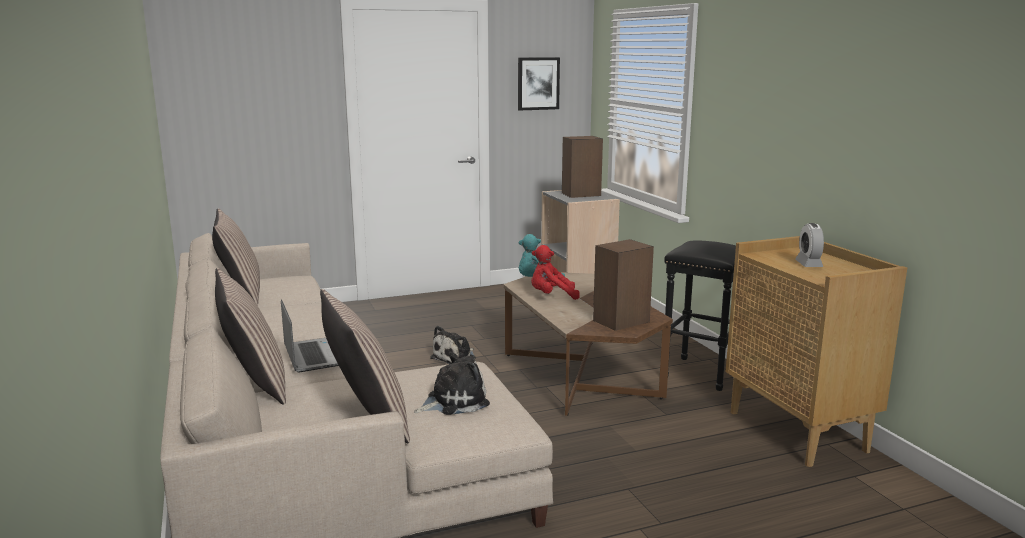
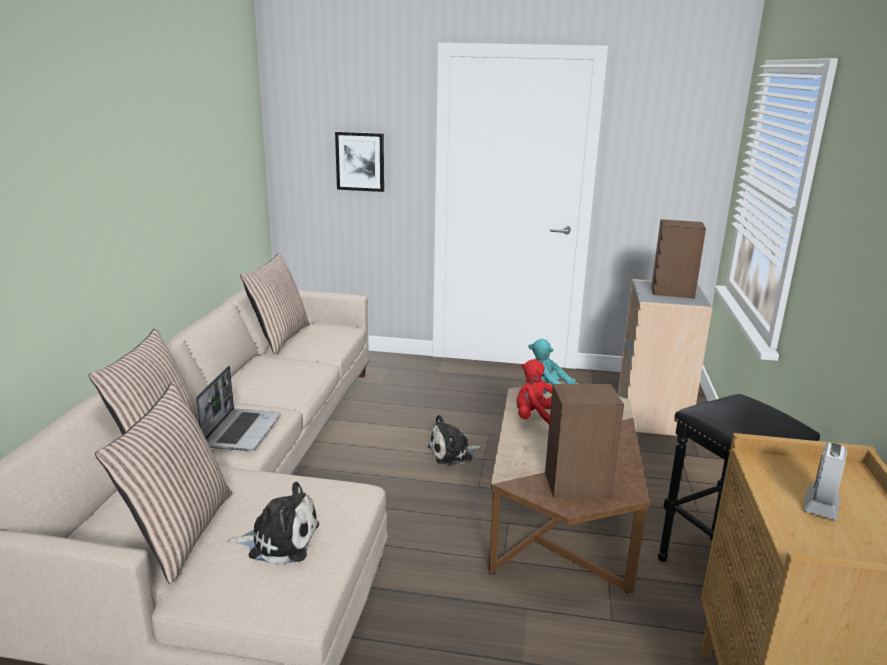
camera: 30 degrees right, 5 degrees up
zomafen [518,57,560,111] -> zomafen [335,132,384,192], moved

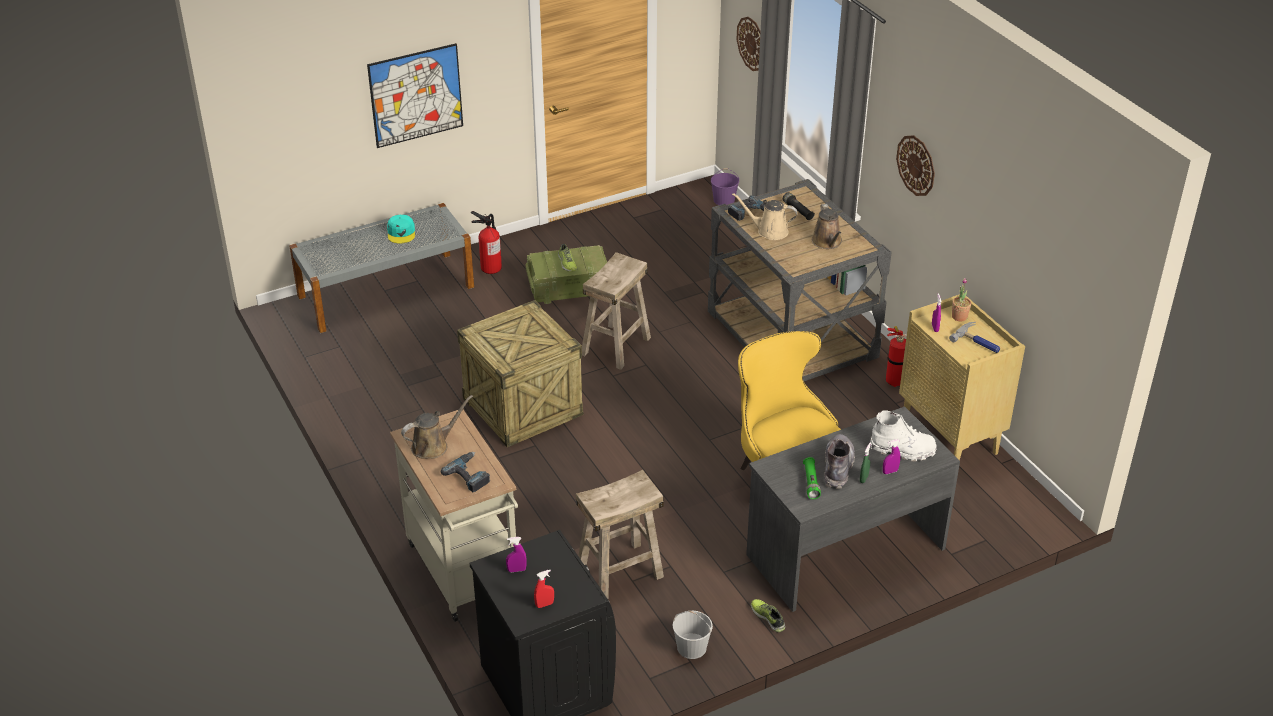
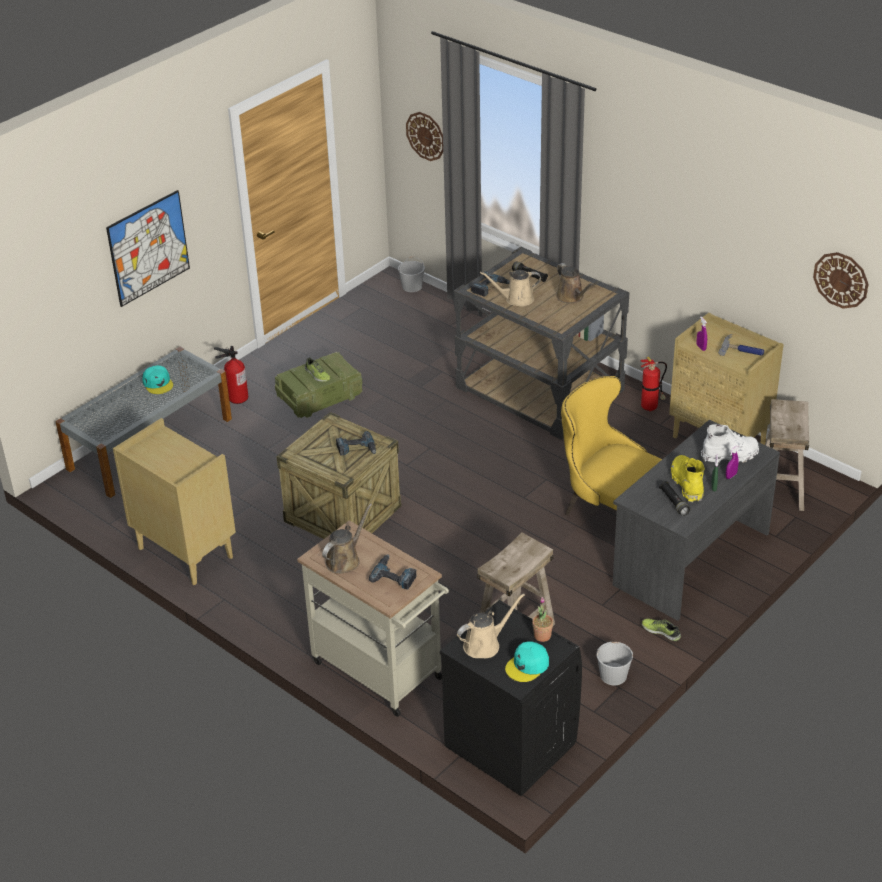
camera: 20 degrees left, 0 degrees up
none -> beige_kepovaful [113,418,236,585]
none -> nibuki [336,431,376,455]
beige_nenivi [582,252,651,370] -> beige_nenivi [765,399,809,511], moved
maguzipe [896,135,935,196] -> maguzipe [813,252,868,309], moved
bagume [952,278,971,322] -> bagume [532,597,553,642], moved
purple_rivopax [506,537,527,572] -> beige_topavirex [457,593,525,658]
red_rivopax [534,570,554,608] -> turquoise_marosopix [505,641,549,682]
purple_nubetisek [711,168,739,205] -> white_nubetisek [398,256,425,292]
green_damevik [803,457,821,499] -> black_damevik [659,481,690,516]
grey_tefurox [824,434,855,489] -> yellow_tefurox [671,455,705,502]

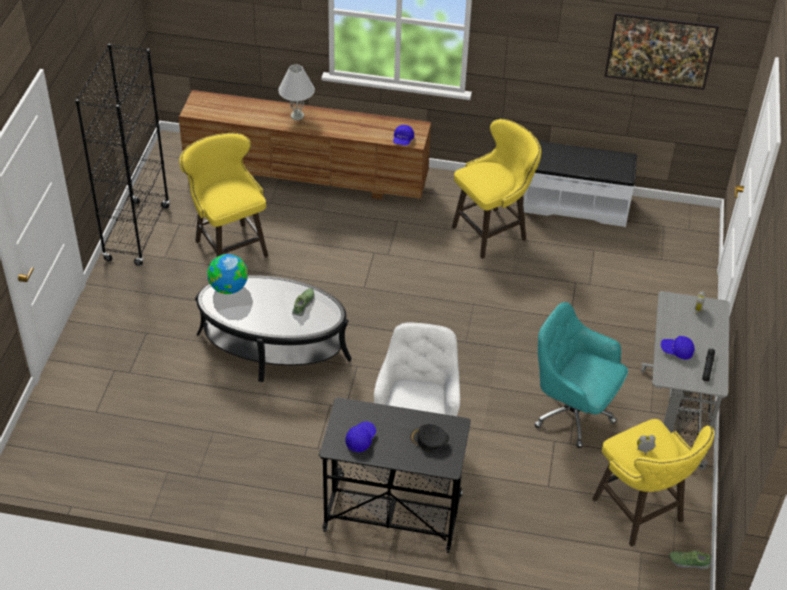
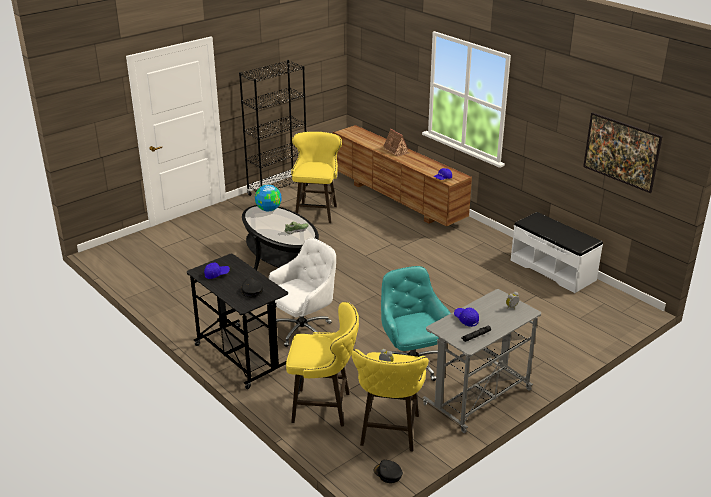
camera: 40 degrees right, 15 degrees down
yellow_nenivi [452,119,541,259] -> yellow_nenivi [286,302,359,427], moved
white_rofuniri [278,64,315,120] -> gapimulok [383,129,409,157]
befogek [669,550,713,569] -> black_marosopix [374,460,403,483]

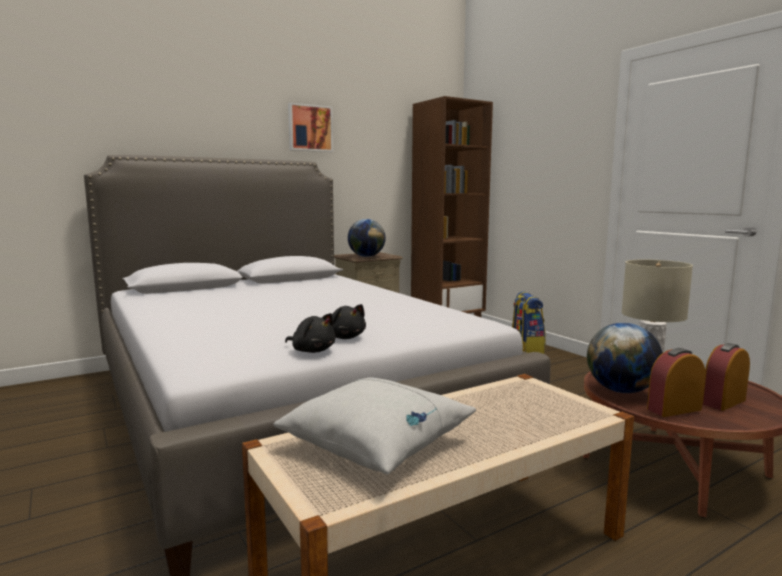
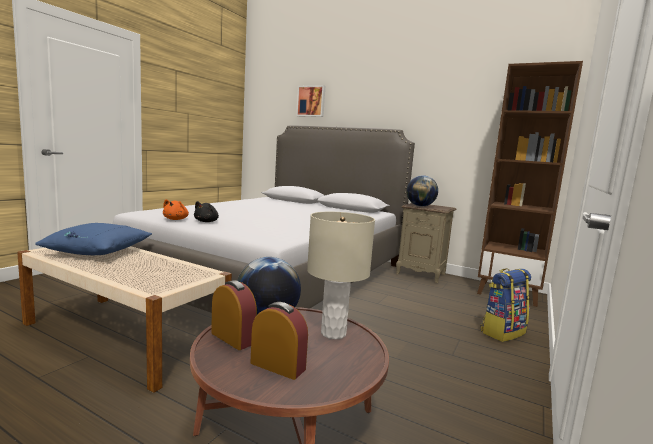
camera: 60 degrees right, 0 degrees up
zomafen [288,102,333,152] -> zomafen [296,85,325,117], moved
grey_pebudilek [273,377,476,474] -> blue_pebudilek [35,223,152,255]
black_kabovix [285,313,336,353] -> orange_kabovix [163,199,189,220]

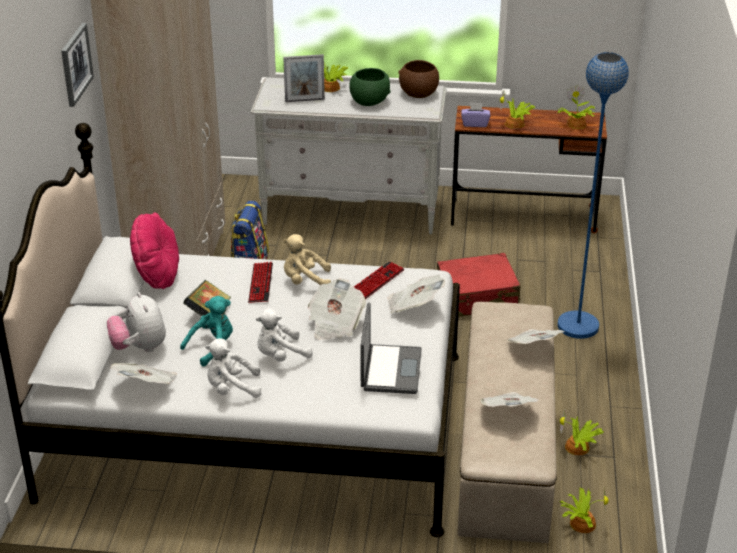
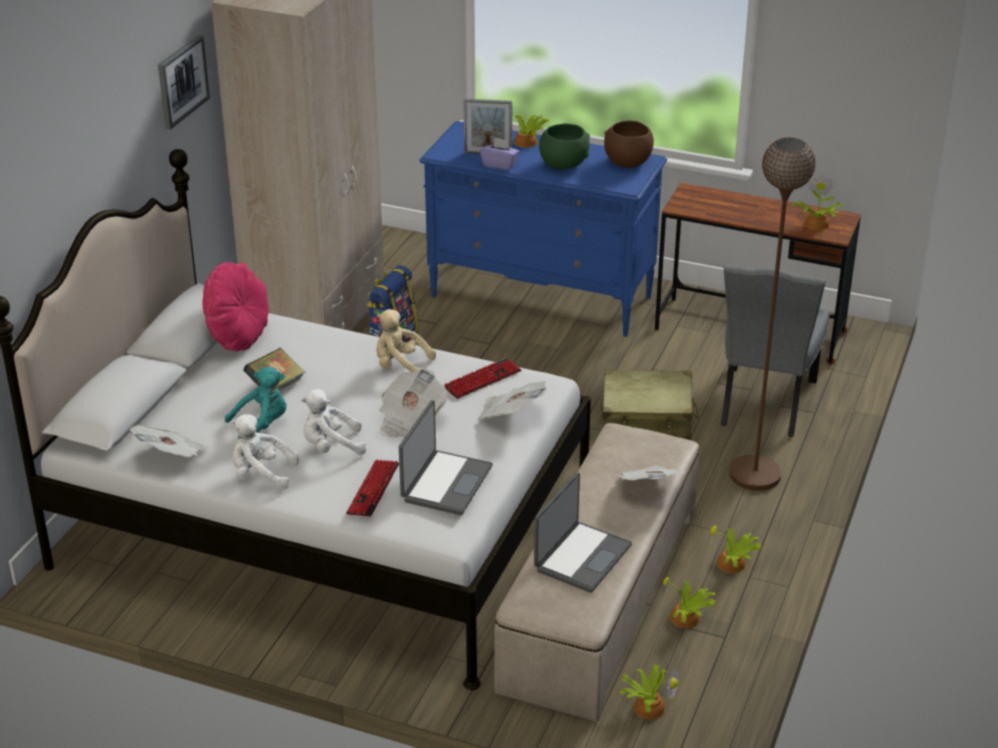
camera: 15 degrees right, 0 degrees up
kabovix [107,292,166,352] -> none
none -> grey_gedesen [721,265,829,437]
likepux [248,262,273,303] -> likepux [346,459,399,517], moved
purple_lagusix [461,102,490,127] -> purple_lagusix [480,137,519,170], moved
bagume [500,90,535,129] -> bagume [710,518,762,573], moved
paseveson [481,392,538,407] -> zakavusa [534,472,632,593]
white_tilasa [251,77,447,235] -> blue_tilasa [420,121,667,337]
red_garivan [437,253,520,317] -> beige_garivan [601,370,699,440]
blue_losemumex [557,52,629,339] -> brown_losemumex [729,137,815,491]

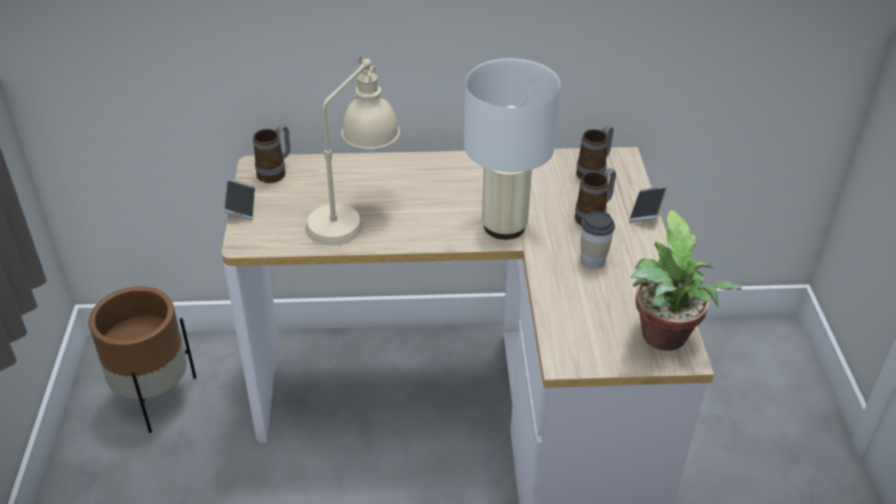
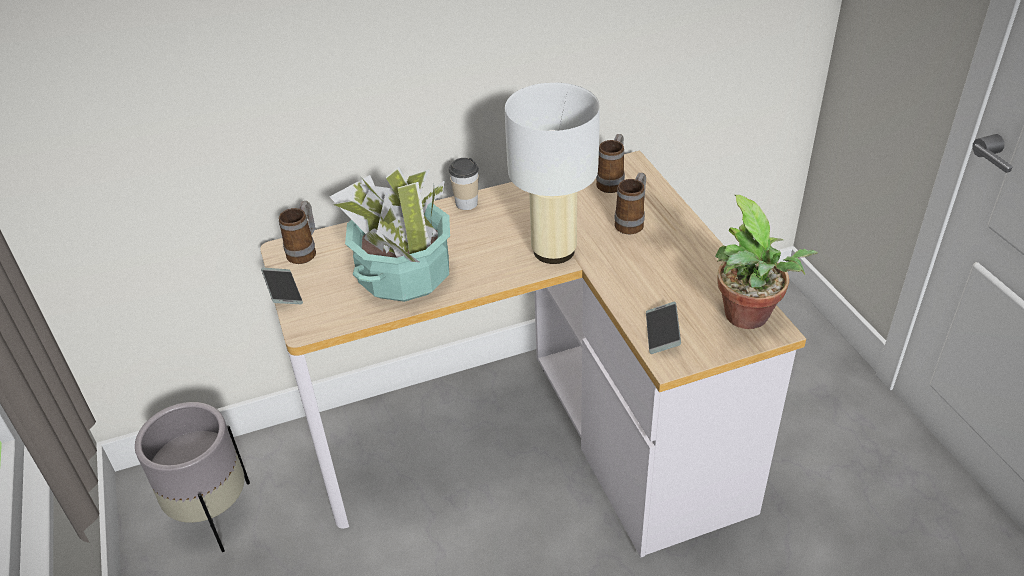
camera: 15 degrees left, 0 degrees up
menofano [581,211,615,269] -> menofano [449,158,479,210], moved
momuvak [629,186,667,223] -> momuvak [646,302,681,354], moved
beige_rofuniri [305,56,400,245] -> bagume [330,167,450,302]
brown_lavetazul [88,286,197,433] -> grey_lavetazul [135,402,250,552]

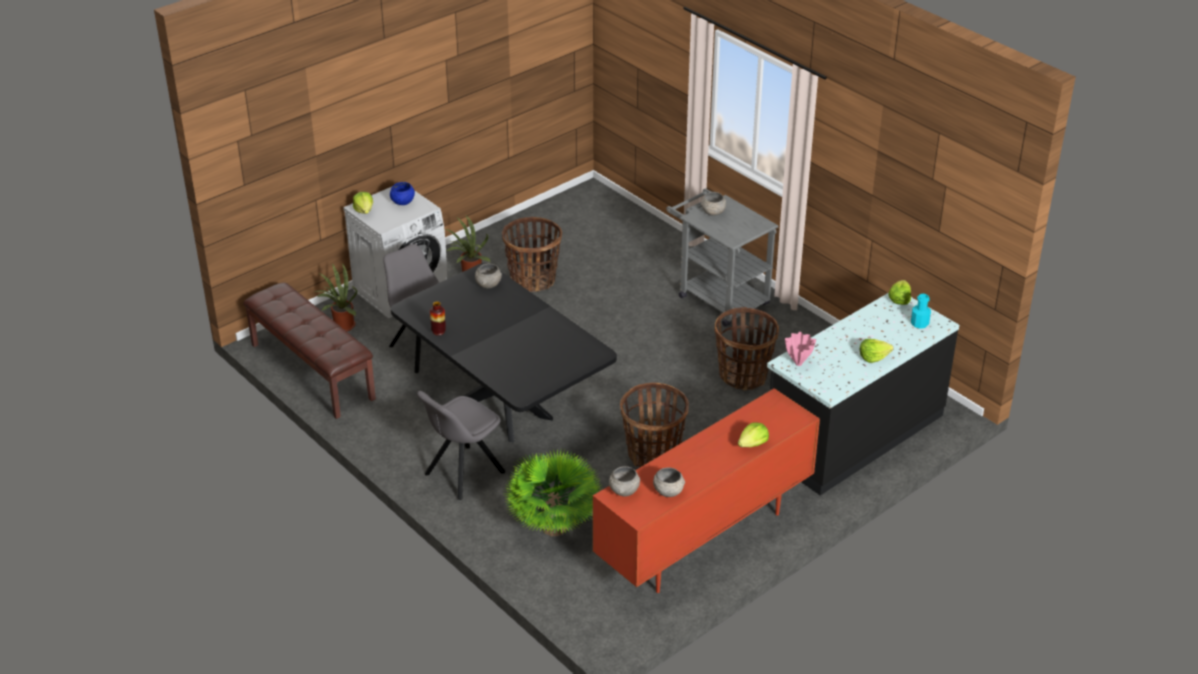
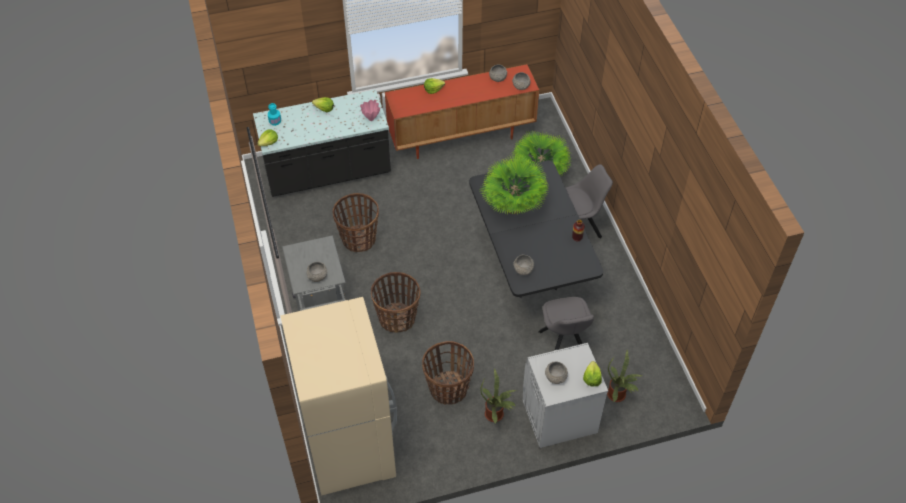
camera: 155 degrees left, 15 degrees up
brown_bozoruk [243,283,376,419] -> none
none -> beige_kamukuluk [280,297,397,496]
none -> bagume [481,155,549,214]
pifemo [620,383,689,467] -> pifemo [371,272,421,333], moved
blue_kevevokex [390,182,415,205] -> grey_kevevokex [545,362,568,384]

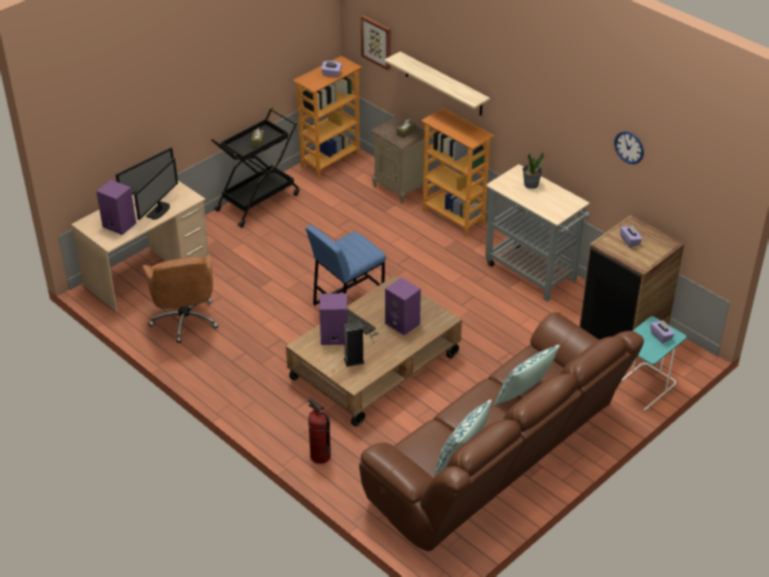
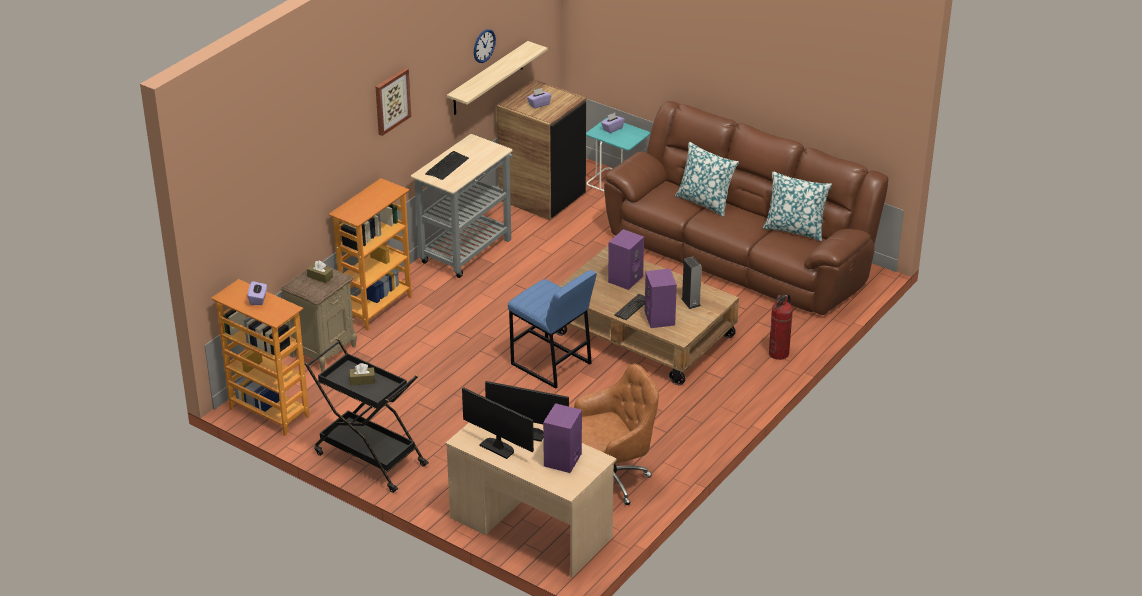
camera: 100 degrees left, 5 degrees down
zomafen [361,15,391,70] -> zomafen [375,68,411,136], moved
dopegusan [384,52,490,116] -> dopegusan [447,41,548,115], moved
bagume [523,151,544,189] -> likepux [425,151,469,180]

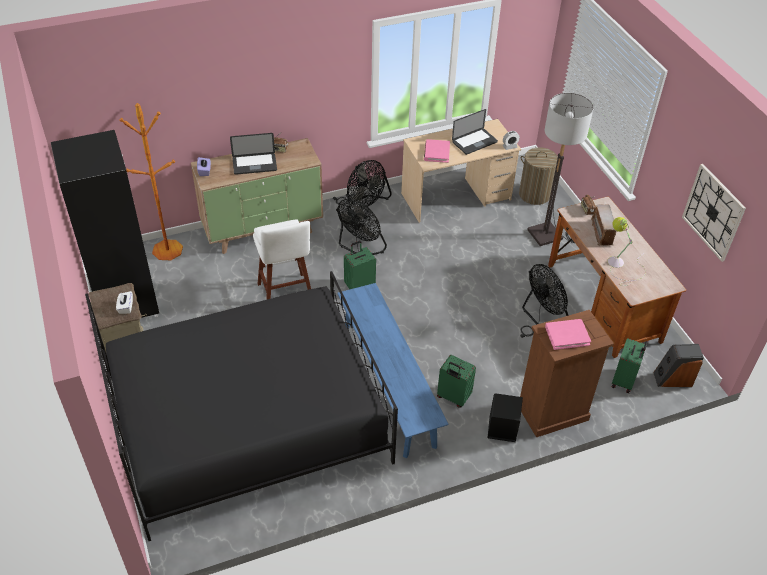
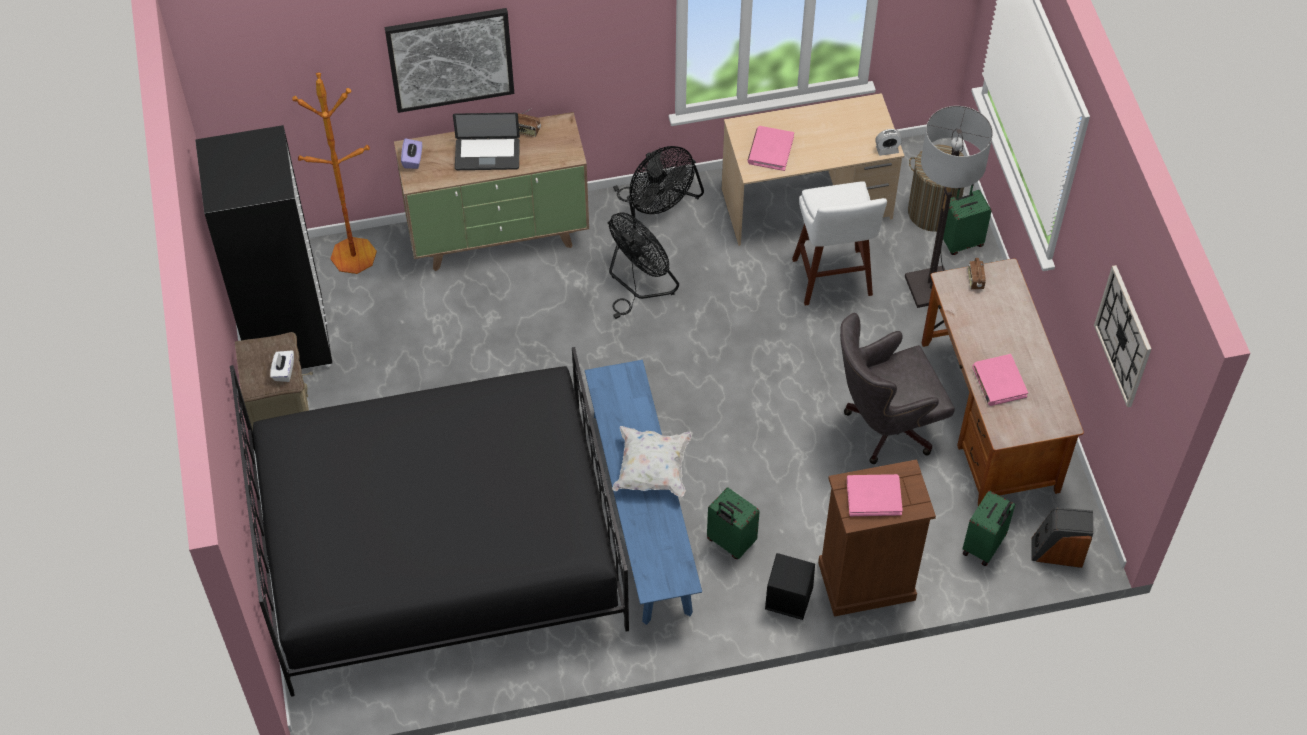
camera: 10 degrees right, 10 degrees up
zakavusa [452,109,498,155] -> none
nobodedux [591,204,616,246] -> none
none -> zomafen [385,8,514,113]
none -> white_pebudilek [612,426,692,497]
white_nenivi [253,219,311,299] -> white_nenivi [792,181,887,305], moved
green_garivan [344,241,376,289] -> green_garivan [943,184,992,255], moved
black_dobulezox [520,264,569,338] -> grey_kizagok [840,313,955,464]
rofuniri [607,217,646,286] -> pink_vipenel [972,354,1028,406]

